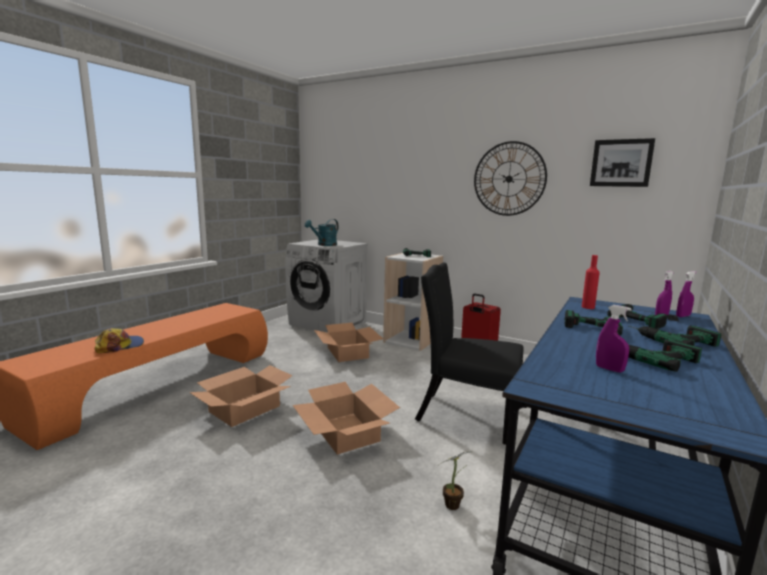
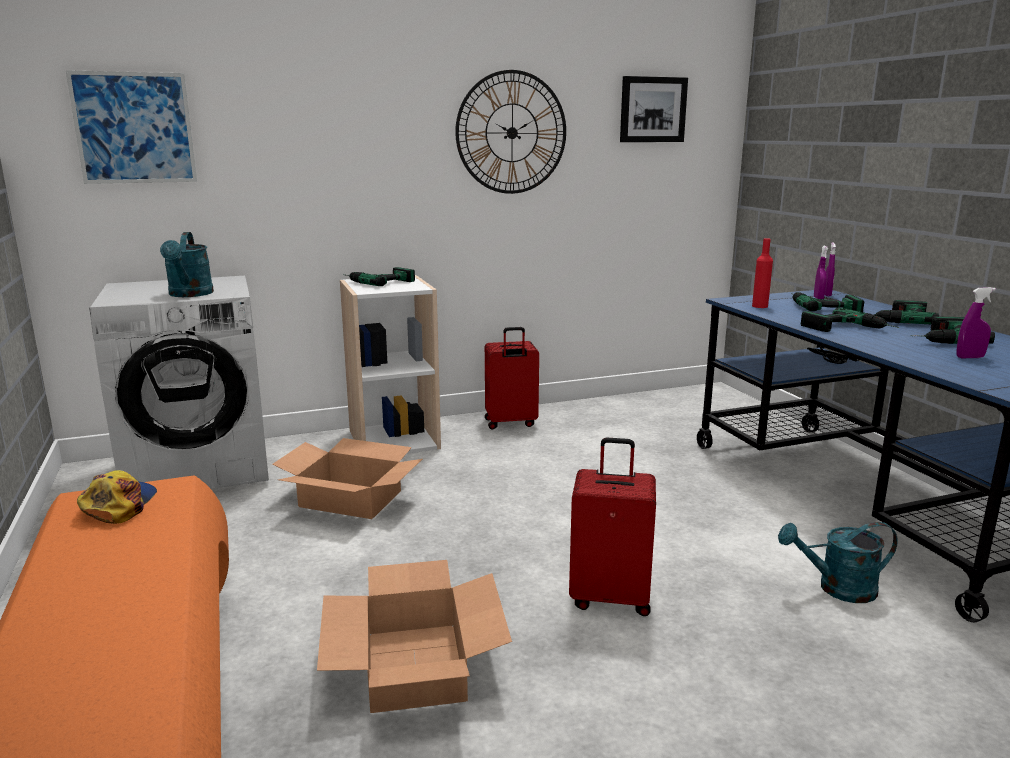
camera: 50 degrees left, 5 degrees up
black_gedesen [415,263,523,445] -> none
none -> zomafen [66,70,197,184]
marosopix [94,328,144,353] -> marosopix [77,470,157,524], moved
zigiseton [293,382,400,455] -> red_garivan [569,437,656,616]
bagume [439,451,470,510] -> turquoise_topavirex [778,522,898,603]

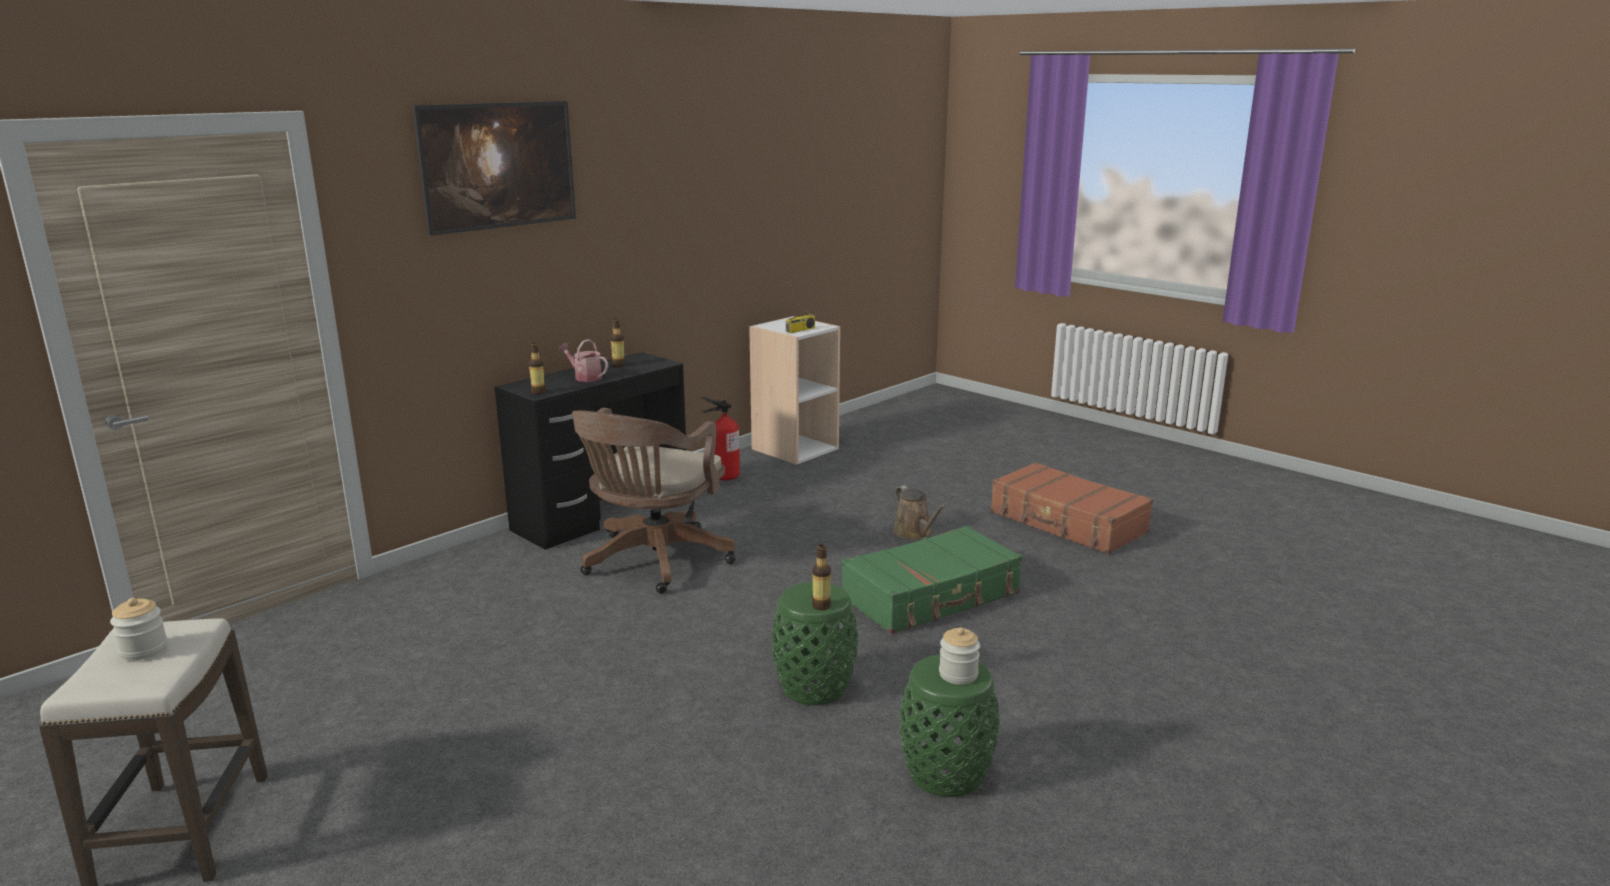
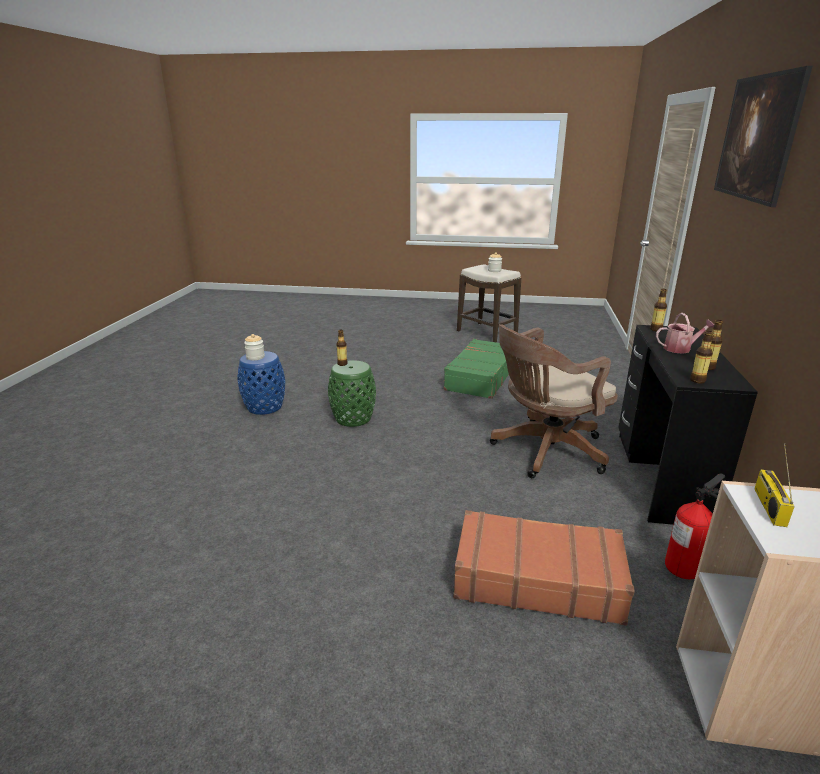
camera: 145 degrees right, 5 degrees up
brown_topavirex [893,485,946,540] -> none
none -> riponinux [690,331,713,384]
green_garivan [841,526,1023,634] -> green_garivan [443,339,509,399], moved
brown_garivan [990,462,1153,554] -> brown_garivan [453,510,635,626], moved
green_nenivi [900,654,1000,797] -> blue_nenivi [238,351,285,415]
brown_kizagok [572,408,735,594] -> brown_kizagok [490,324,618,478], 105 degrees counterclockwise

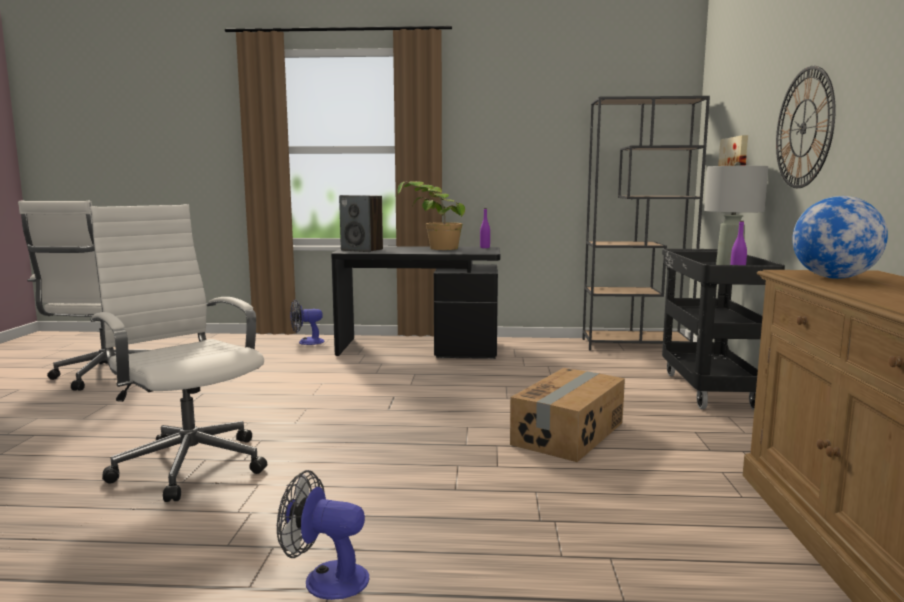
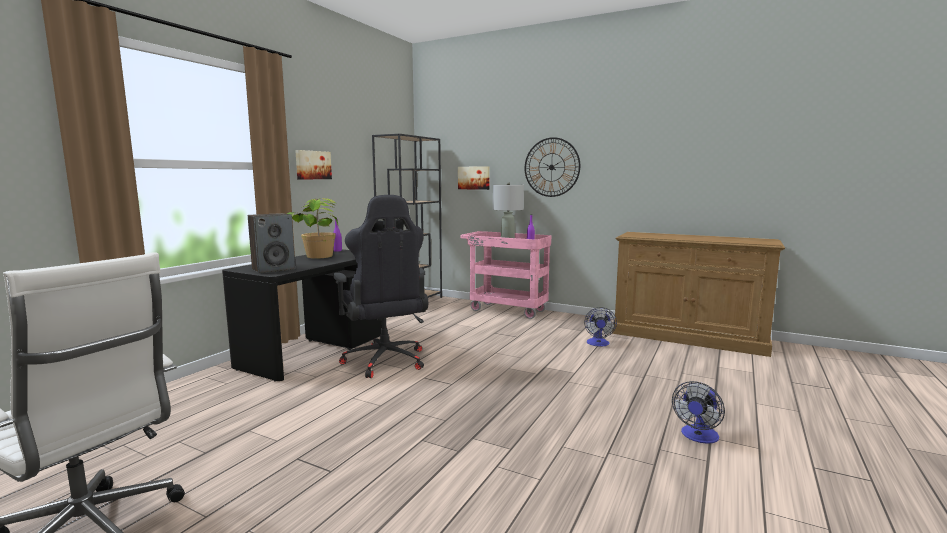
camera: 65 degrees left, 0 degrees up
white_kizagok [89,204,267,502] -> none
zigiseton [510,368,625,462] -> none
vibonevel [792,196,888,279] -> none
none -> zomafen [295,150,332,179]
none -> black_kizagok [333,195,428,378]
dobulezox [290,300,325,345] -> dobulezox [584,307,617,347], moved
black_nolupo [662,249,785,410] -> pink_nolupo [460,231,551,319]

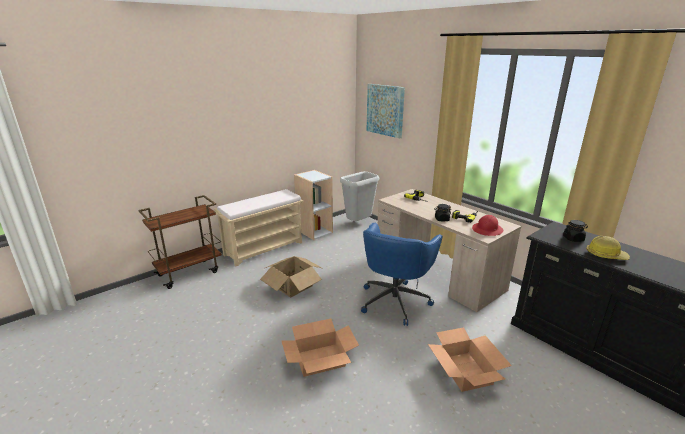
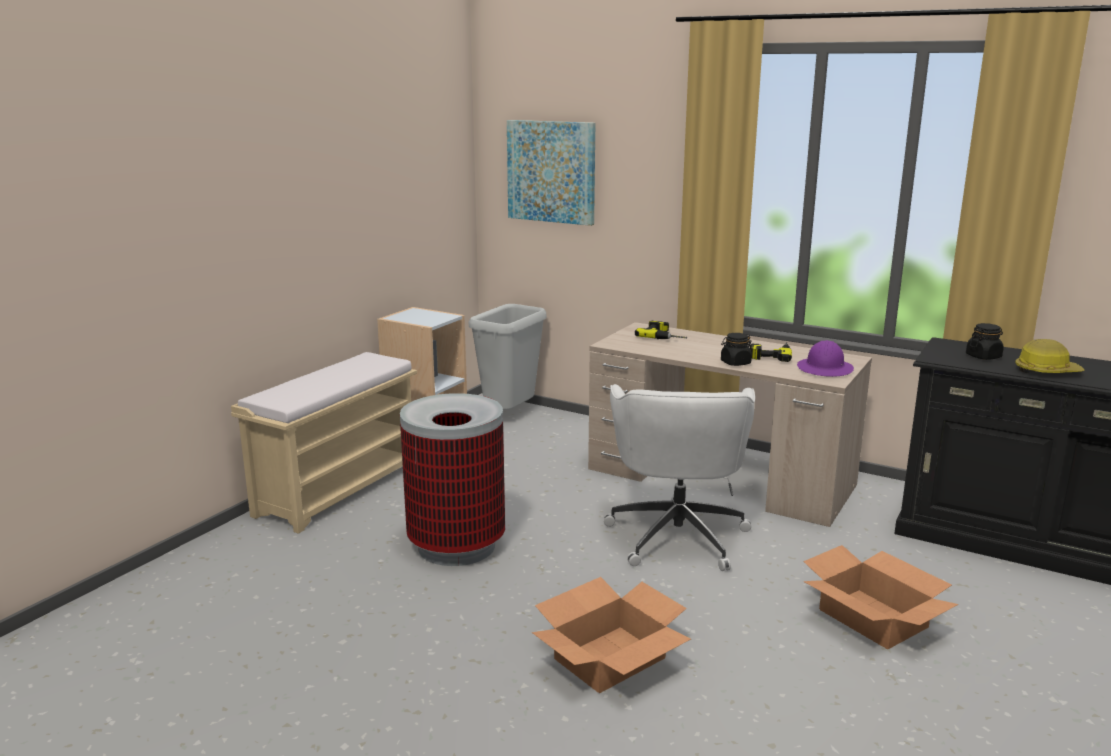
camera: 20 degrees left, 5 degrees down
brown_nolupo [138,195,222,289] -> none
zigiseton [260,256,322,297] -> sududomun [400,393,505,566]
blue_kizagok [361,223,442,326] -> white_kizagok [604,384,755,571]
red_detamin [472,215,503,236] -> purple_detamin [797,340,854,377]

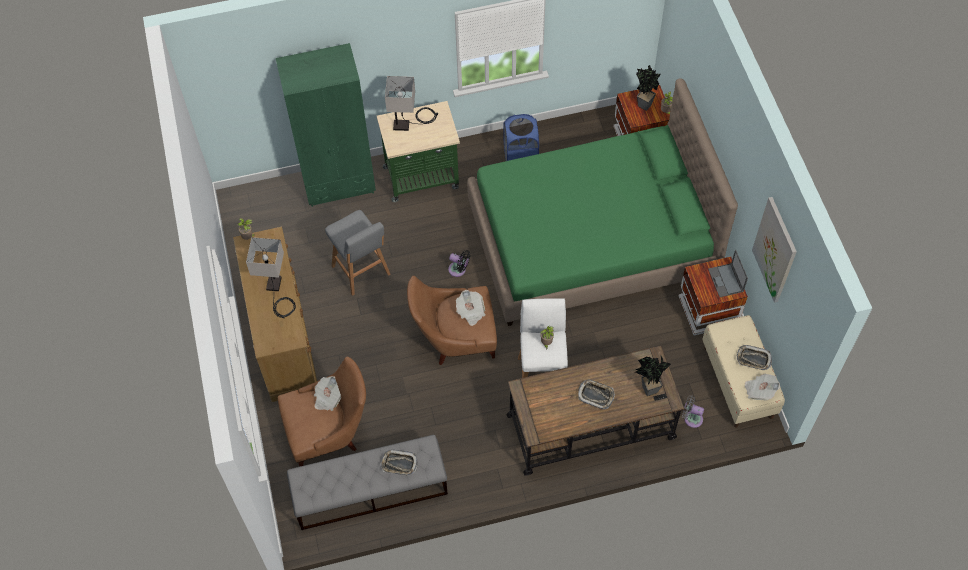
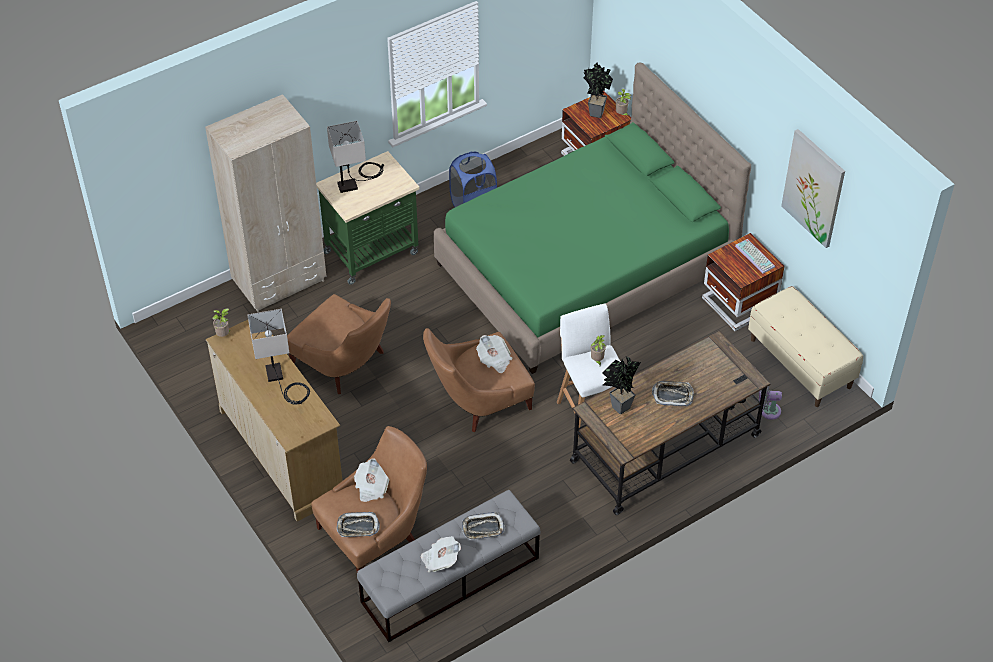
camera: 20 degrees left, 10 degrees down
black_dobulezox [448,250,470,277] -> none
bagume [636,356,671,396] -> bagume [602,357,641,414], moved
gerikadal [736,345,772,370] -> gerikadal [336,512,380,537], moved
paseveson [745,374,780,401] -> paseveson [421,536,461,572], moved
grey_nenivi [325,210,391,296] -> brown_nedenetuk [287,294,391,394]
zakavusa [708,250,748,297] -> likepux [735,239,775,274]
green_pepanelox [276,43,376,207] -> beige_pepanelox [205,94,326,312]

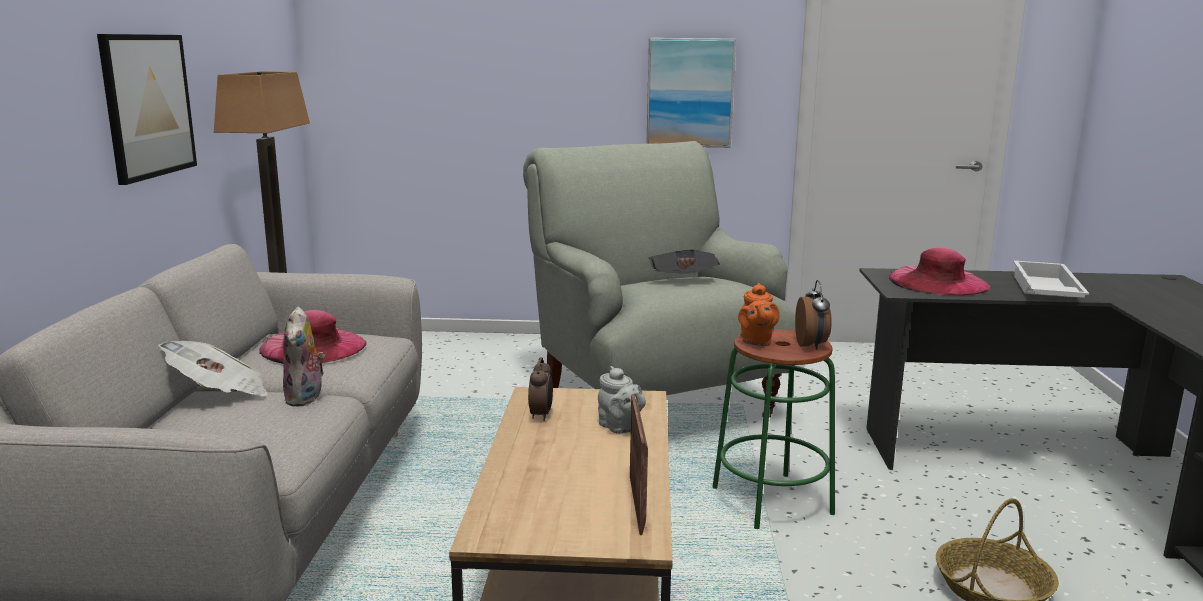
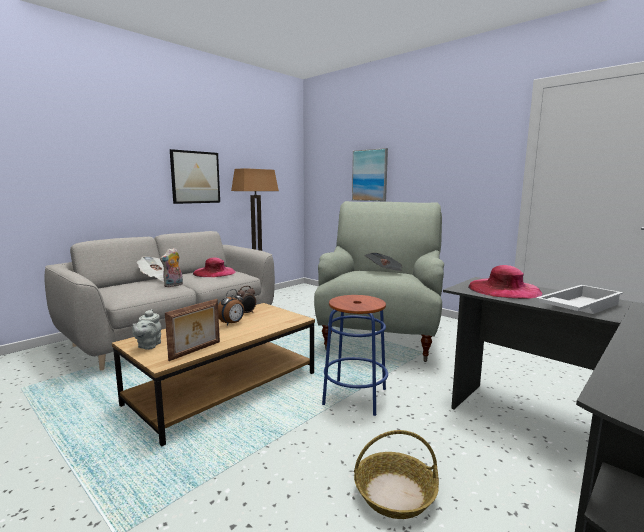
camera: 40 degrees right, 5 degrees down
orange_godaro [738,283,779,346] -> none
grey_godaro [598,366,646,434] -> grey_godaro [132,309,161,350], moved
zomafen [646,38,736,148] -> zomafen [352,148,388,201], moved
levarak [795,280,832,350] -> levarak [218,289,244,326], moved
green_nenivi [712,329,835,529] -> blue_nenivi [322,295,388,416]

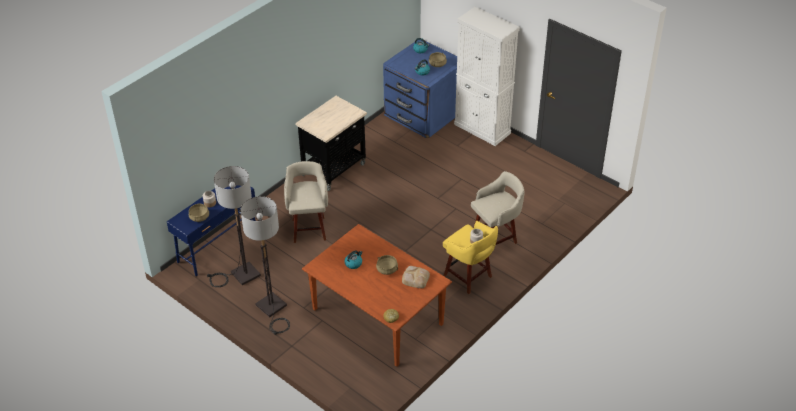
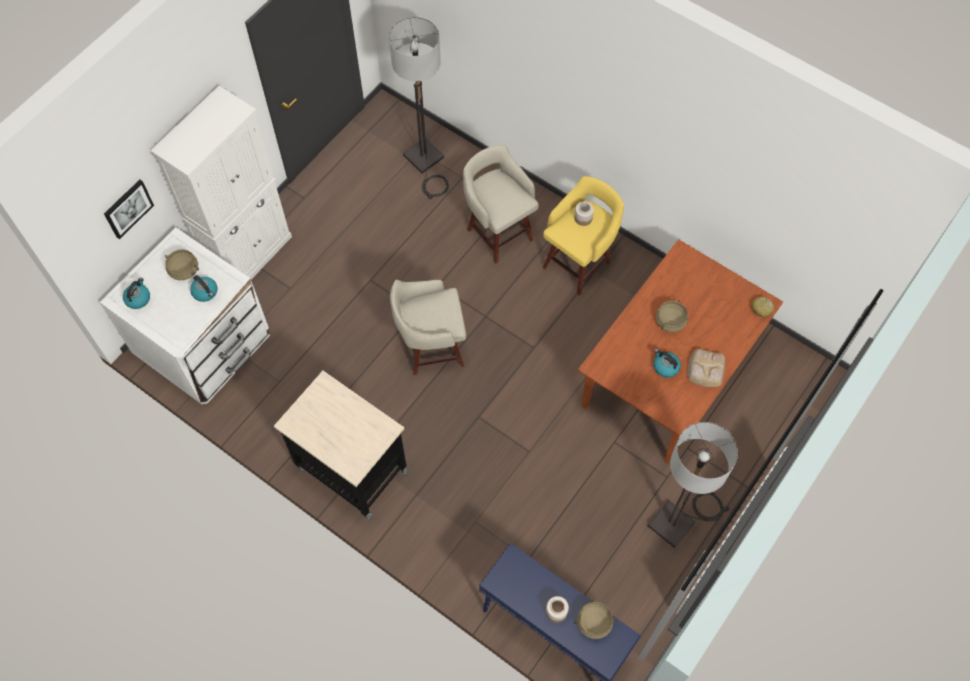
camera: 95 degrees left, 20 degrees up
none -> zomafen [104,180,154,239]
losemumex [207,166,261,287] -> losemumex [389,17,449,199], moved
beige_nenivi [284,161,328,243] -> beige_nenivi [390,280,466,375], moved
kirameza [402,266,430,288] -> kirameza [687,349,725,387], moved
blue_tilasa [383,40,457,138] -> white_tilasa [100,227,270,404]

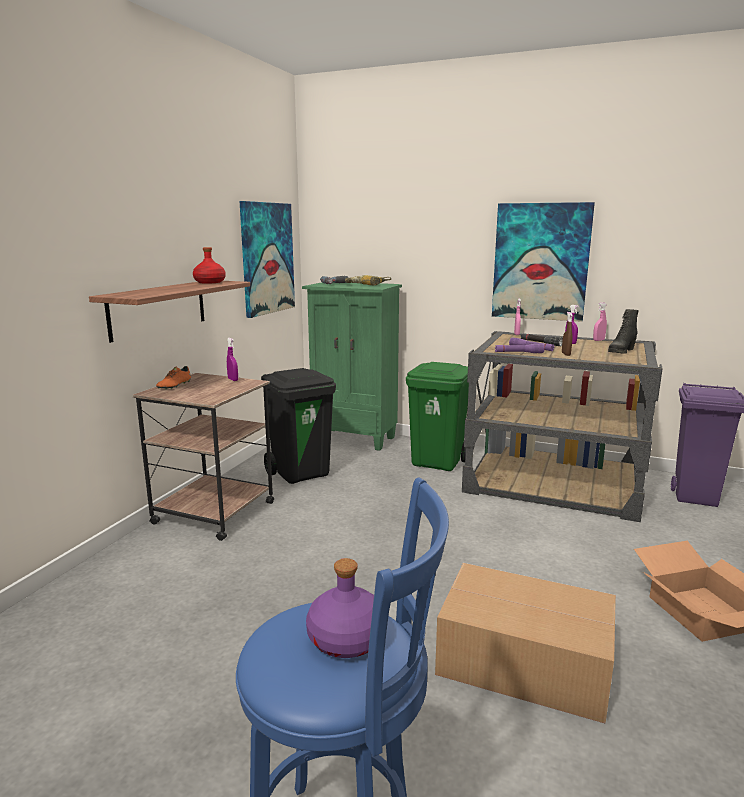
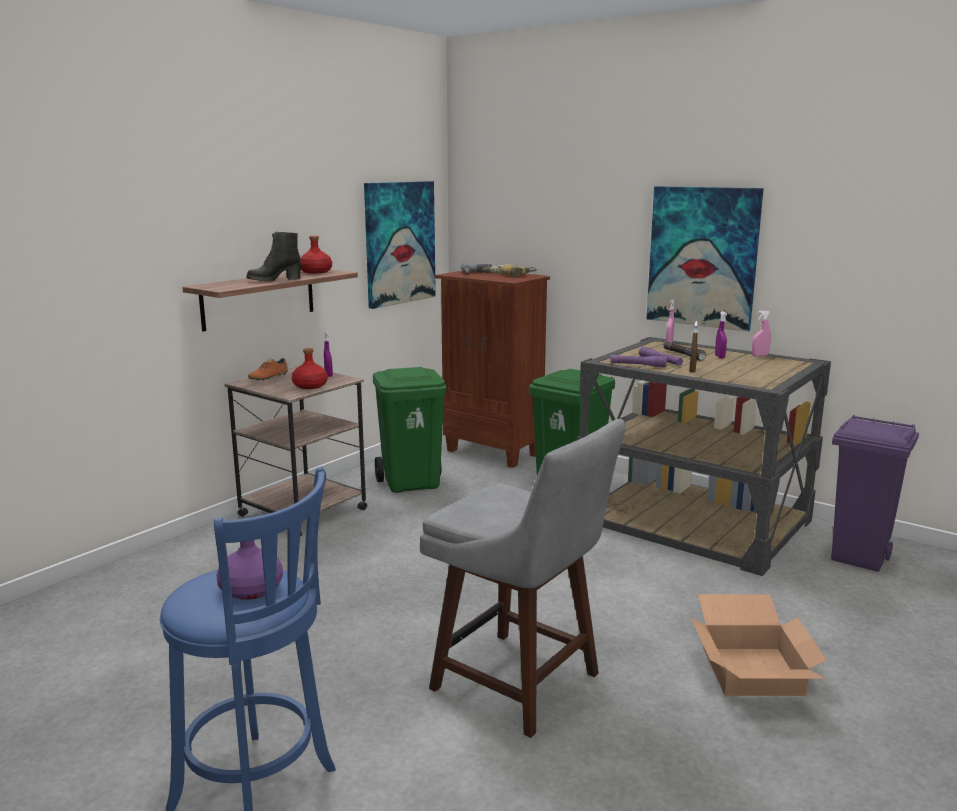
camera: 15 degrees right, 0 degrees up
none -> red_riponinux [292,348,328,389]
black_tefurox [608,309,639,354] -> black_tefurox [246,232,301,282], moved
zigiseton [435,563,616,724] -> grey_nenivi [420,419,626,738]
black_sududomun [261,368,336,484] -> green_sududomun [373,367,447,493]
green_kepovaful [302,282,402,451] -> brown_kepovaful [435,271,550,468]

